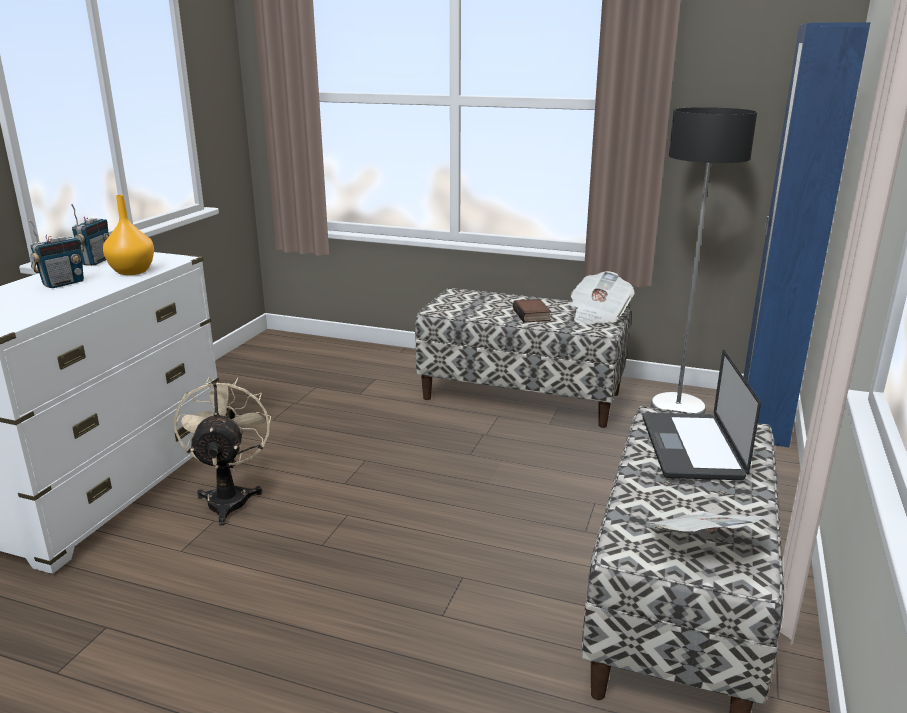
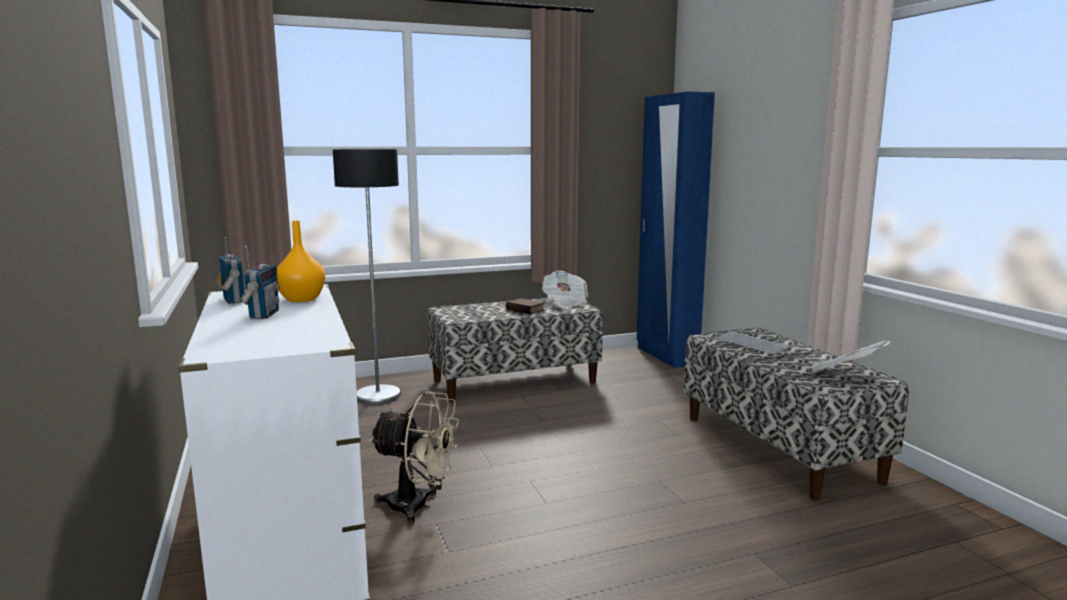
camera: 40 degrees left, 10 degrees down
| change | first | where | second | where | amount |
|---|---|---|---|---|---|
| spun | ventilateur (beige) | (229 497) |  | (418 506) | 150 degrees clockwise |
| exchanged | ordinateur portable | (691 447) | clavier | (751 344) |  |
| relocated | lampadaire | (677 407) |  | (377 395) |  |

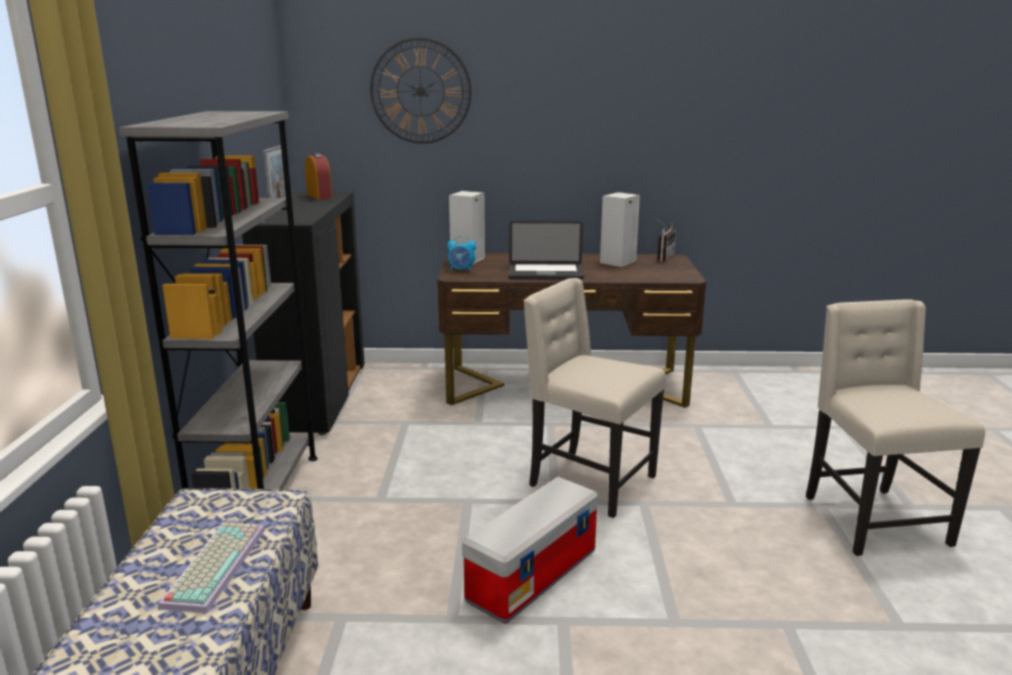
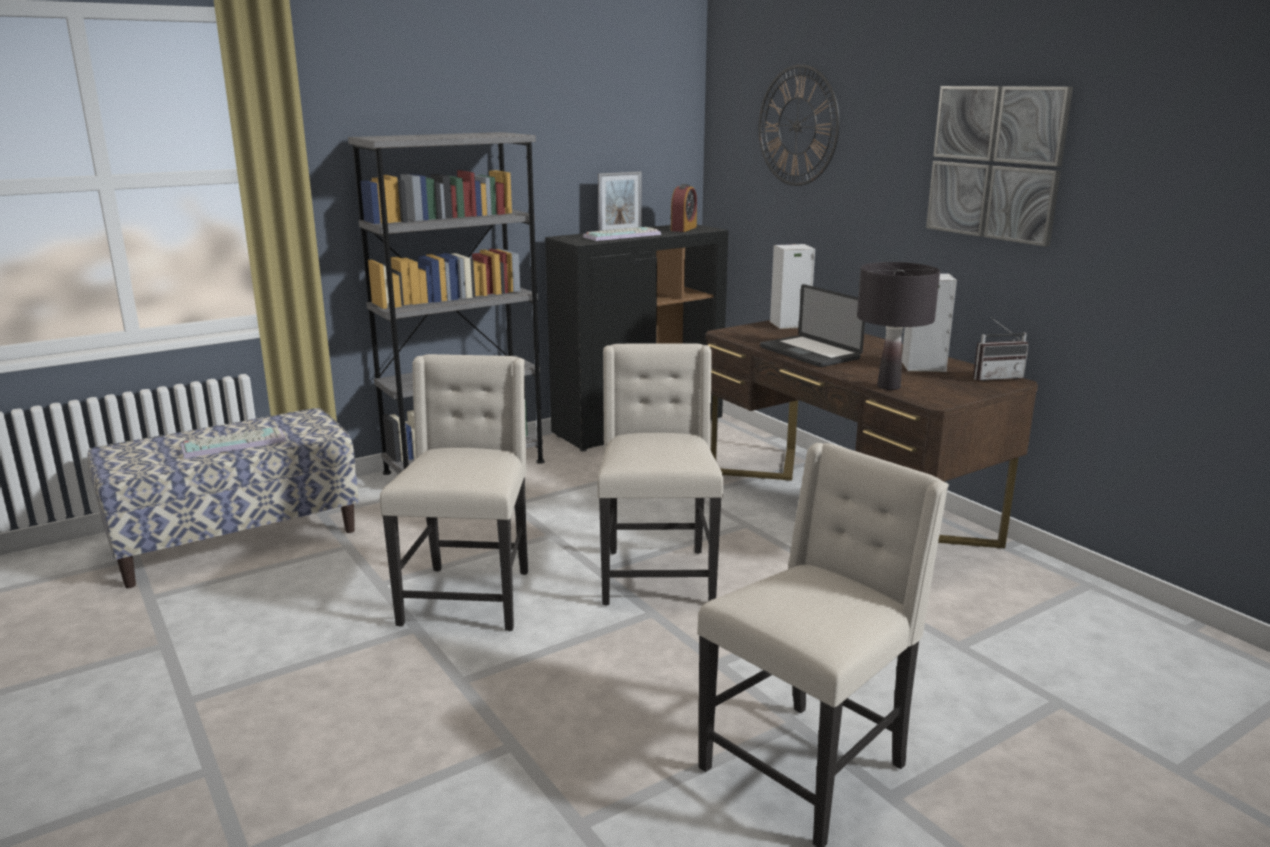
camera: 55 degrees right, 0 degrees up
| change | first | where | second | where | amount |
|---|---|---|---|---|---|
| missing | réveil | (461 270) |  |  |  |
| exchanged | boîte de rangement | (533 575) | chaise (beige) | (469 596) |  |
| appeared |  |  | clavier | (622 235) |  |
| appeared |  |  | lampe de table (noir) | (888 387) |  |
| appeared |  |  | tableau | (995 163) |  |

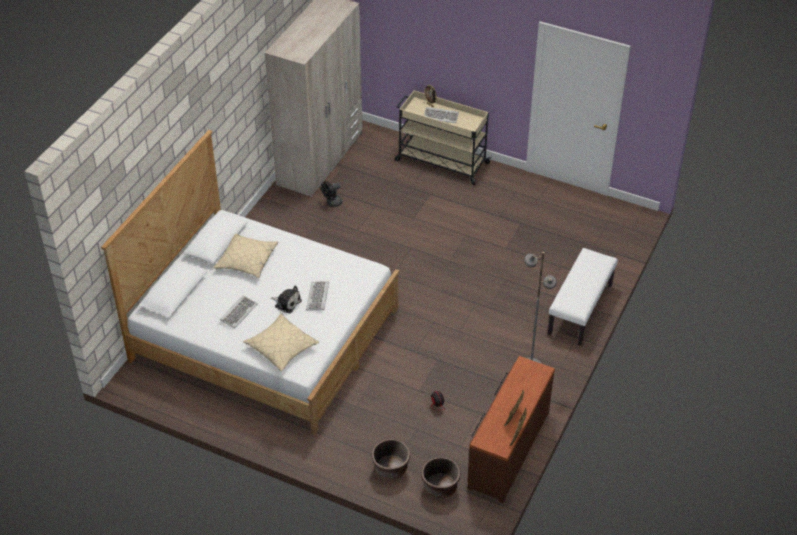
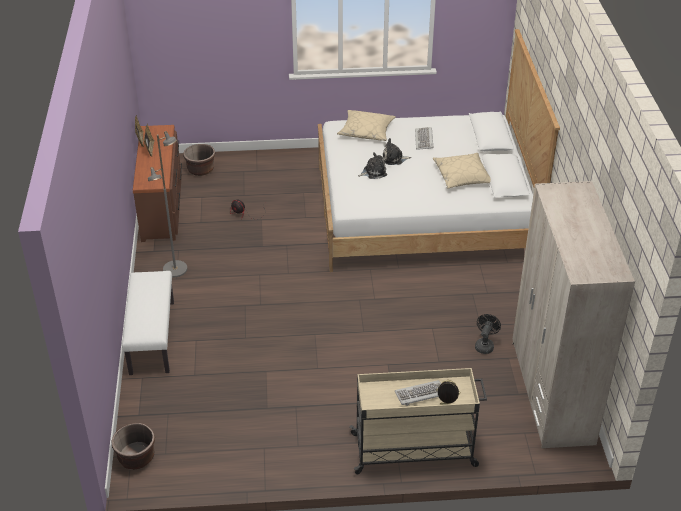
camera: 150 degrees right, 5 degrees down
| change | first | where | second | where | amount |
|---|---|---|---|---|---|
| exchanged | clavier | (318 297) | peluche | (373 172) |  |
| relocated | cache-pot (marron) | (390 469) |  | (136 457) |  |

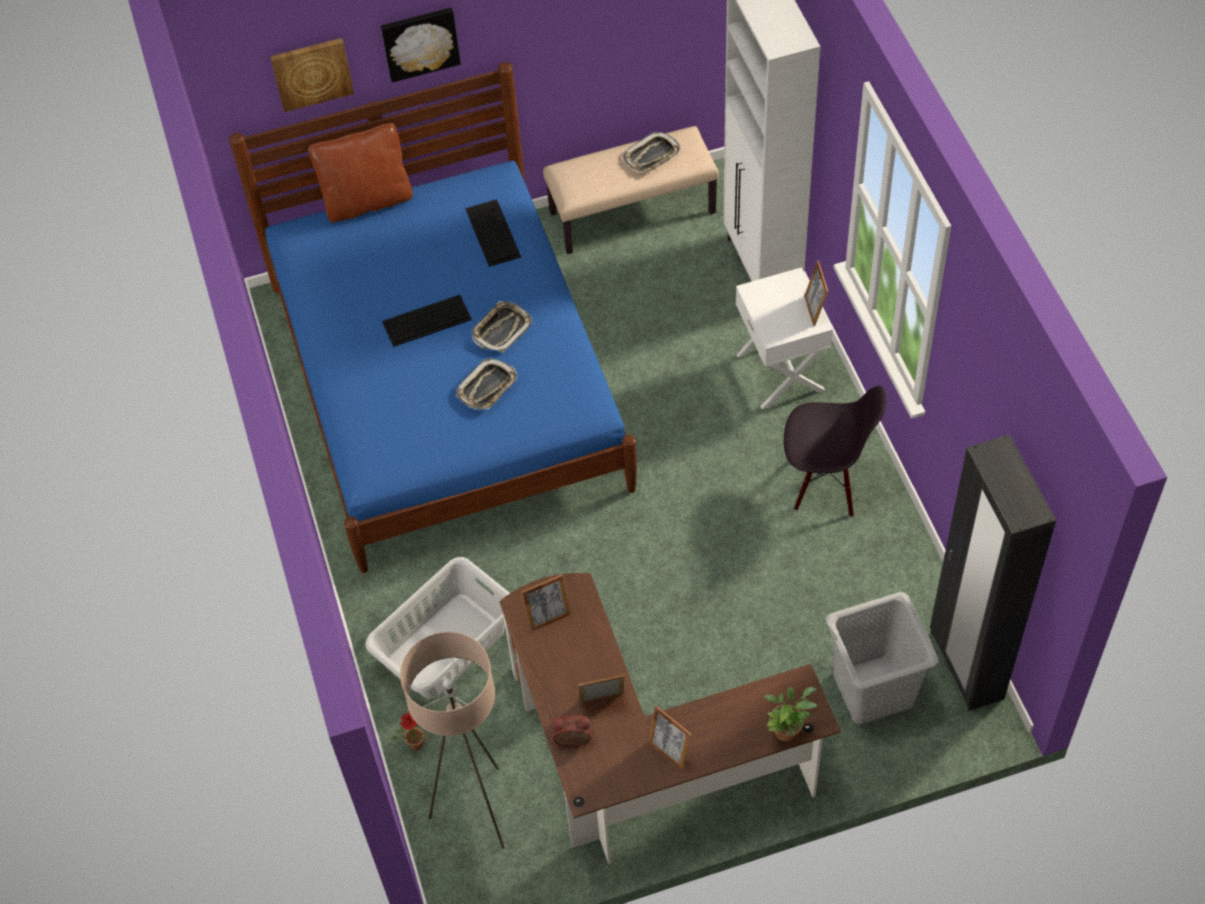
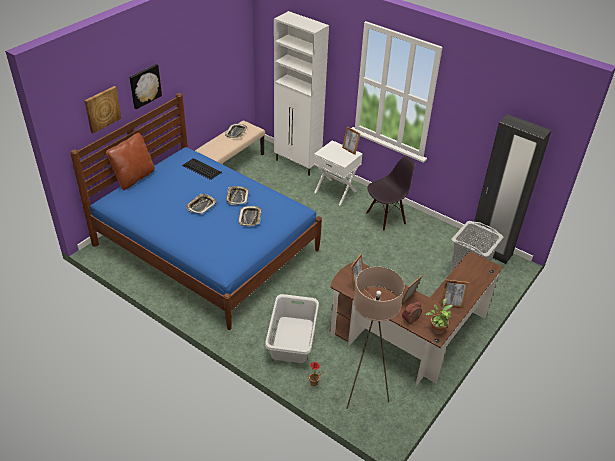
camera: 40 degrees left, 15 degrees down
| change | first | where | second | where | amount |
|---|---|---|---|---|---|
| exchanged | clavier | (427 320) | plateau | (201 206) |  |
| relocated | plante en pot | (787 728) |  | (437 328) |  |

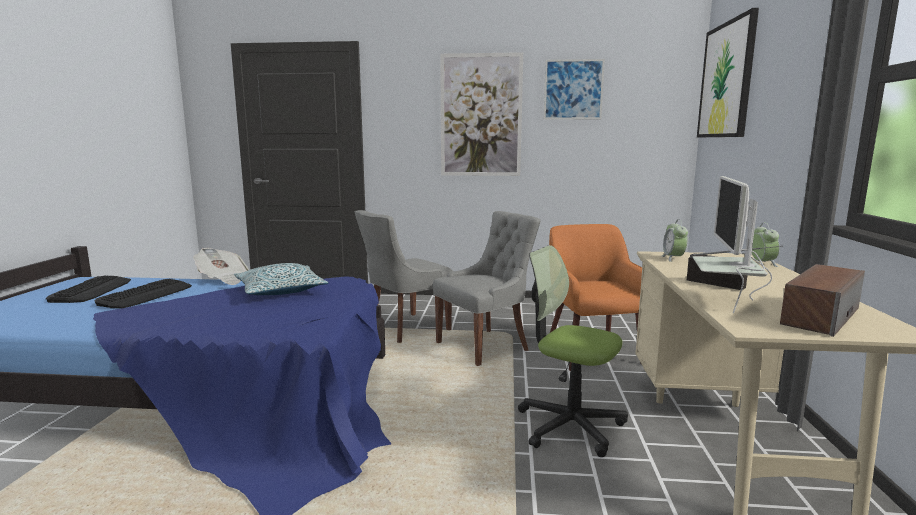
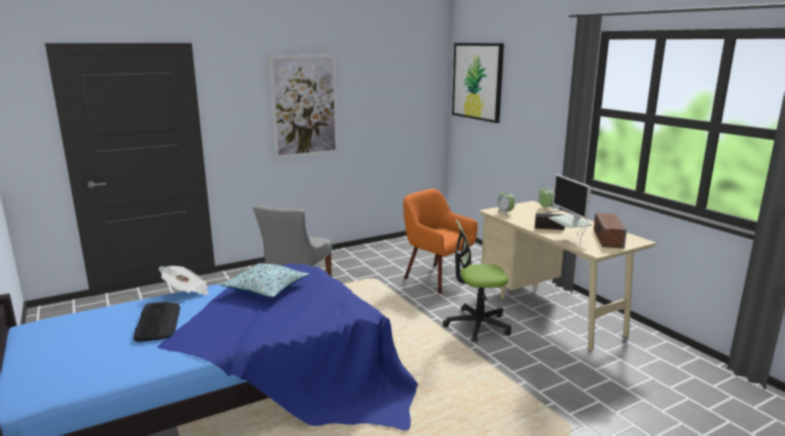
camera: 35 degrees left, 5 degrees up
| change | first | where | second | where | amount |
|---|---|---|---|---|---|
| missing | clavier | (92 290) |  |  |  |
| missing | chaise (gris) | (485 346) |  |  |  |
| missing | tableau | (573 89) |  |  |  |

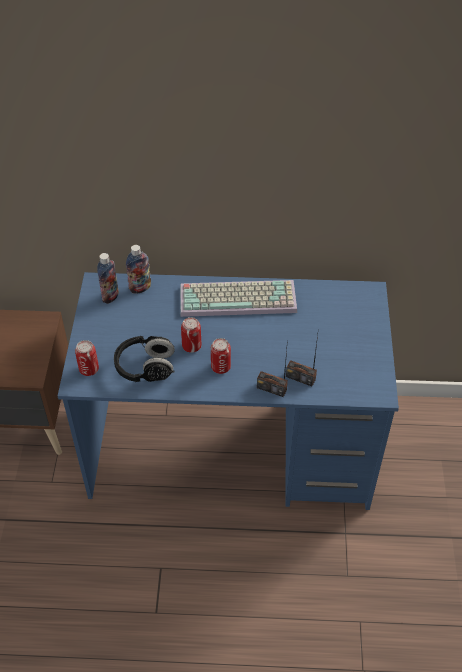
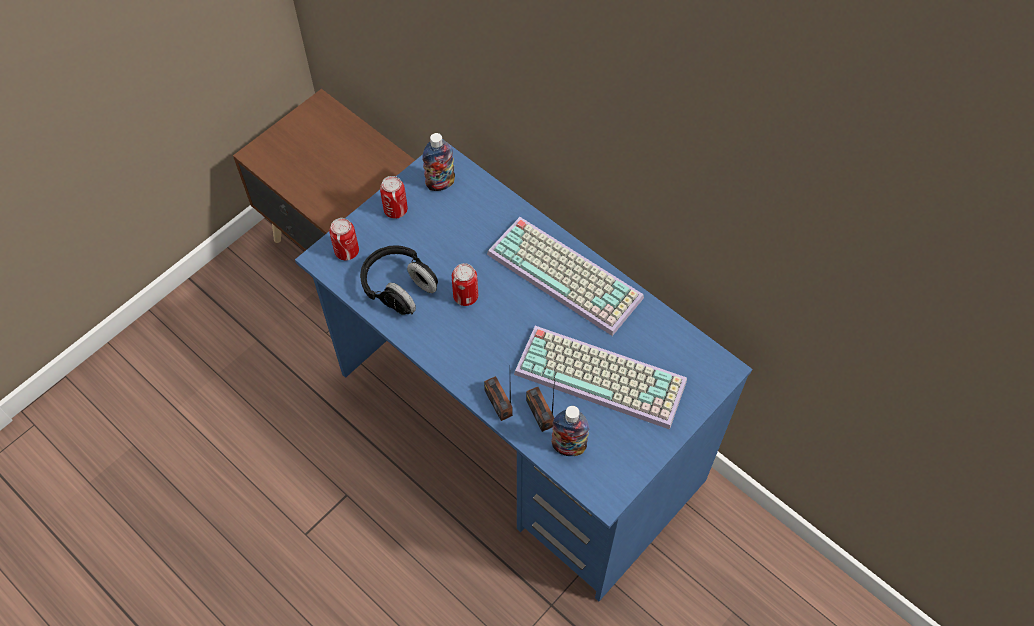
camera: 40 degrees right, 10 degrees up
| change | first | where | second | where | amount |
|---|---|---|---|---|---|
| relocated | bouteille | (140 288) |  | (568 447) |  |
| relocated | boîte métallique | (220 367) |  | (395 210) |  |
| appeared |  |  | clavier | (603 375) |  |

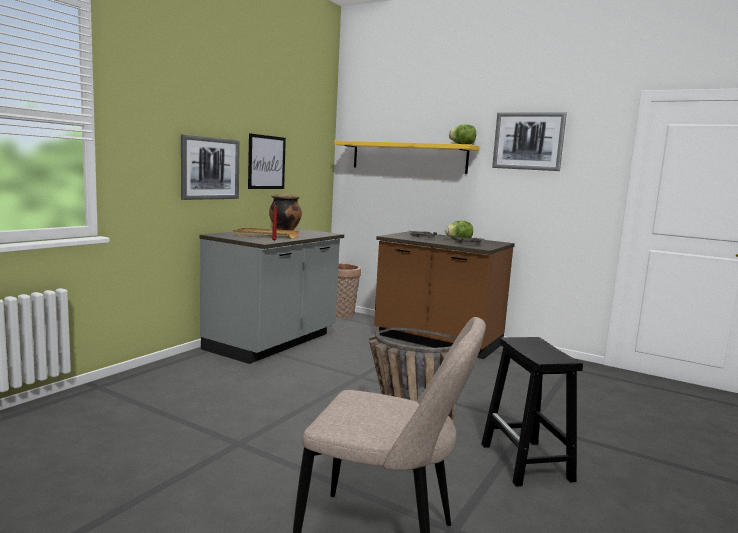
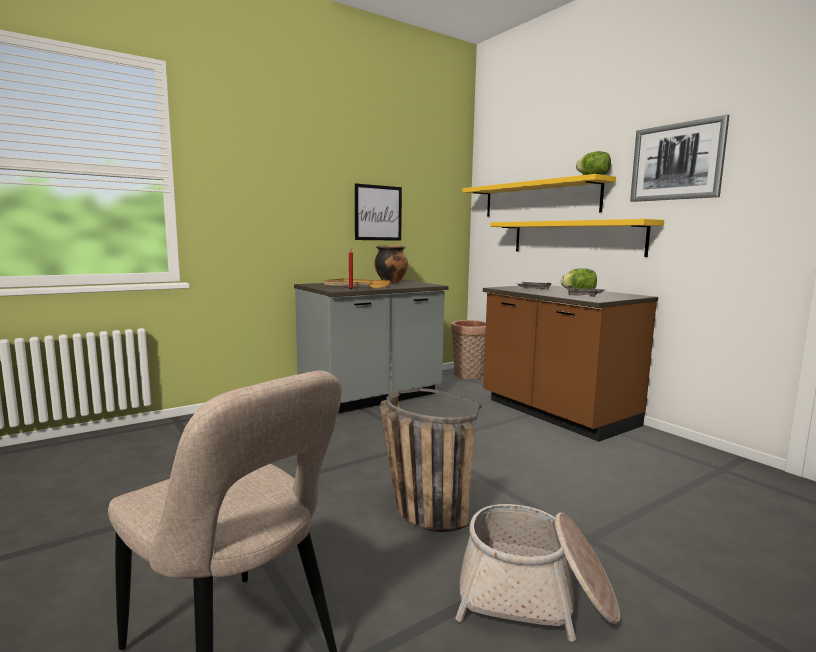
camera: 25 degrees right, 0 degrees up
| change | first | where | second | where | amount |
|---|---|---|---|---|---|
| missing | tableau | (210 168) |  |  |  |
| exchanged | tabouret (noir) | (527 463) | panier | (534 596) |  |
| appeared |  |  | étagère (jaune) | (575 237) |  |

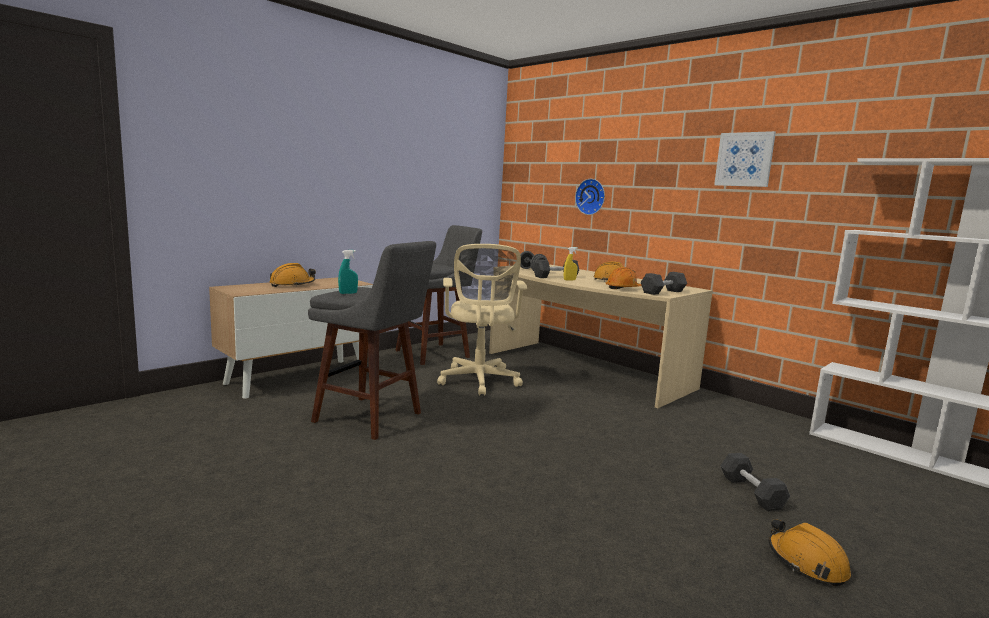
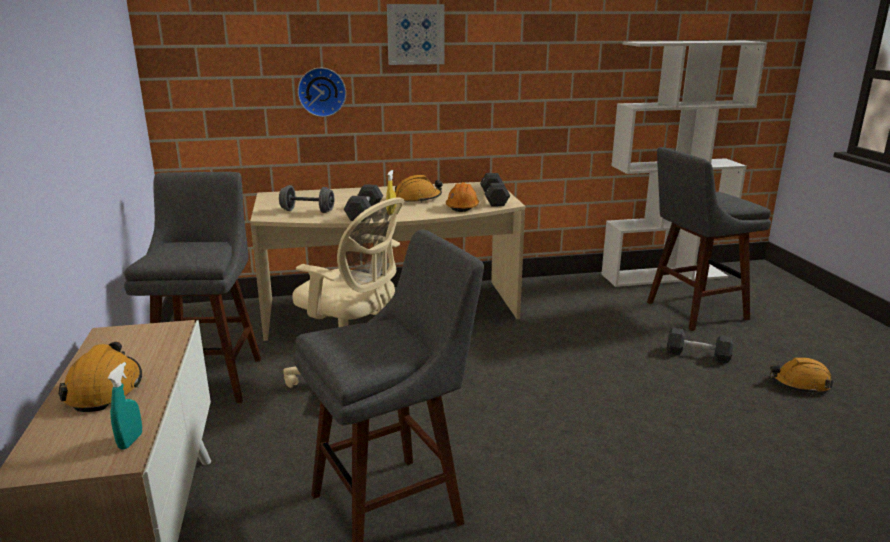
camera: 55 degrees left, 10 degrees up
| change | first | where | second | where | amount |
|---|---|---|---|---|---|
| relocated | vaporisateur (turquoise) | (348 293) |  | (130 441) |  |
| relocated | tableau | (744 159) |  | (415 34) |  |
| appeared |  |  | tabouret (gris) | (692 311) |  |

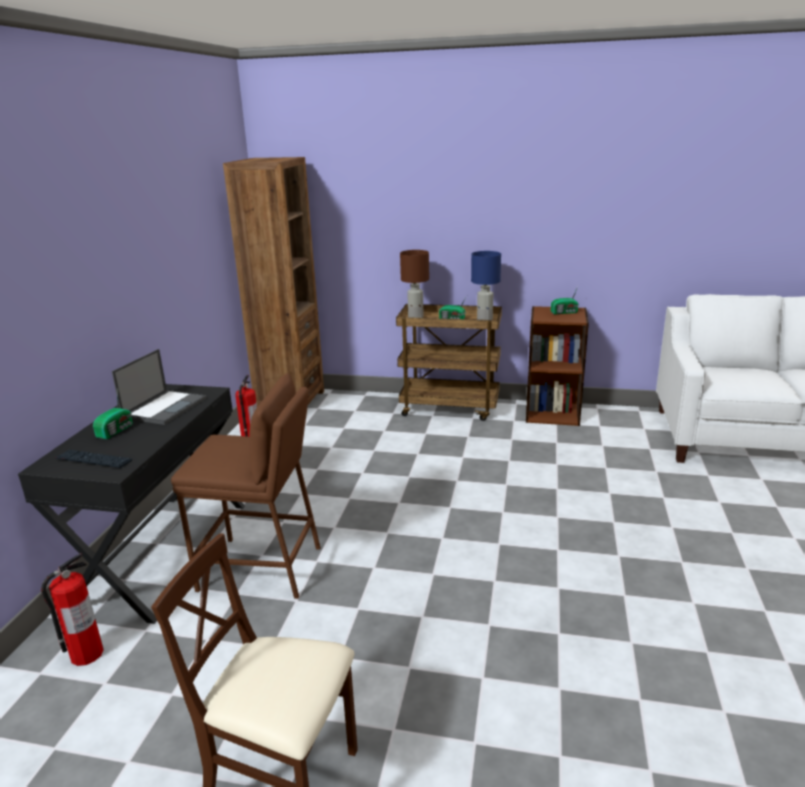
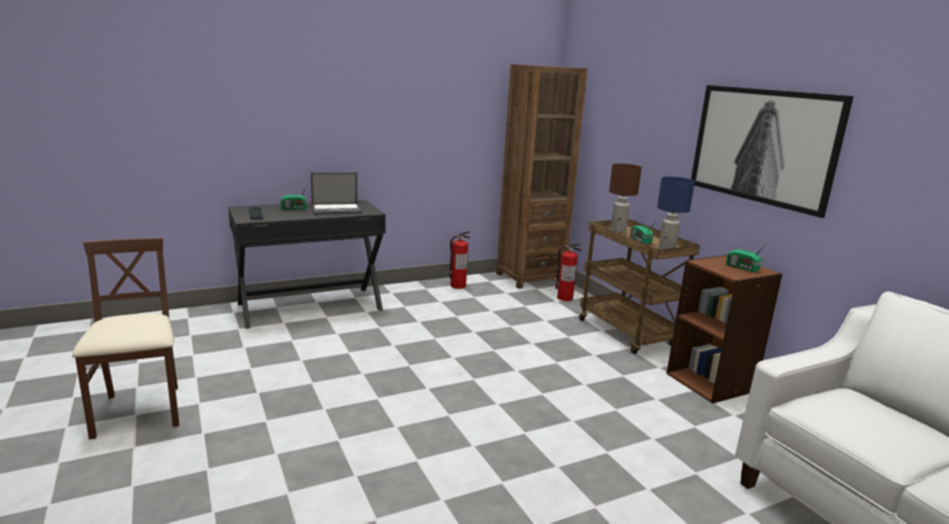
camera: 50 degrees right, 5 degrees down
| change | first | where | second | where | amount |
|---|---|---|---|---|---|
| relocated | extincteur | (86 654) |  | (564 298) |  |
| missing | tabouret (marron) | (261 568) |  |  |  |
| appeared |  |  | tableau | (763 146) |  |

